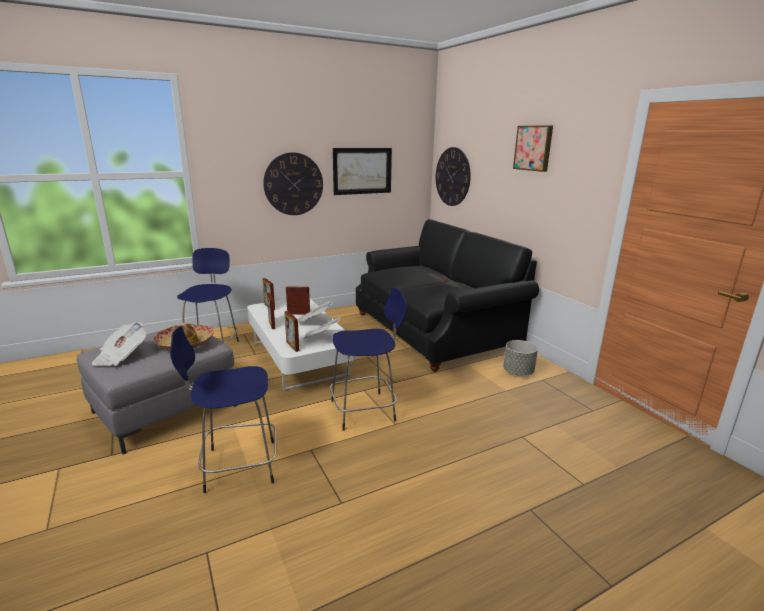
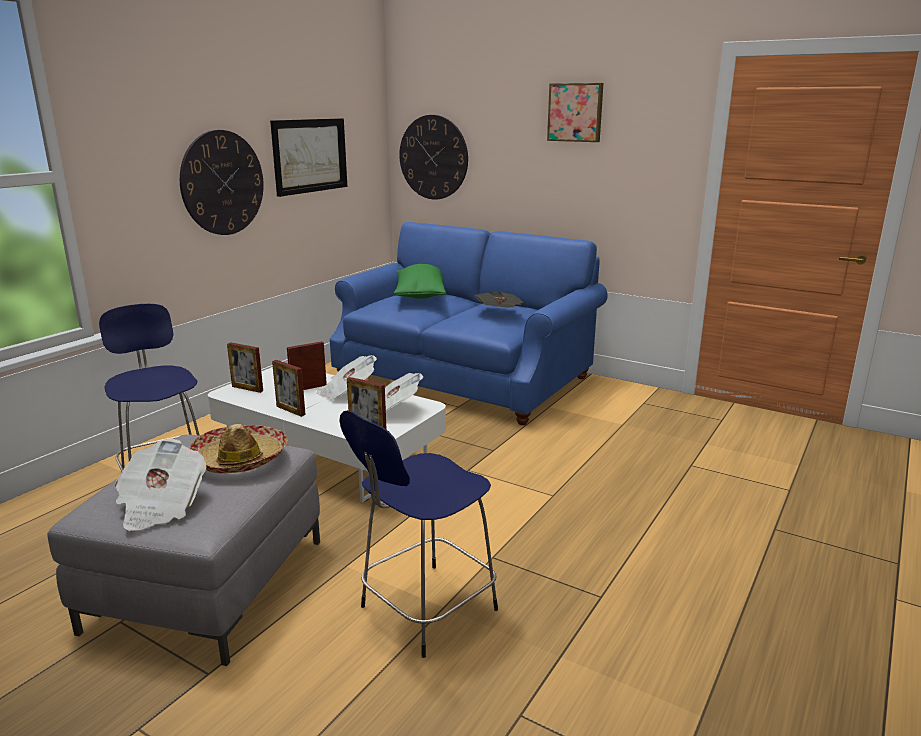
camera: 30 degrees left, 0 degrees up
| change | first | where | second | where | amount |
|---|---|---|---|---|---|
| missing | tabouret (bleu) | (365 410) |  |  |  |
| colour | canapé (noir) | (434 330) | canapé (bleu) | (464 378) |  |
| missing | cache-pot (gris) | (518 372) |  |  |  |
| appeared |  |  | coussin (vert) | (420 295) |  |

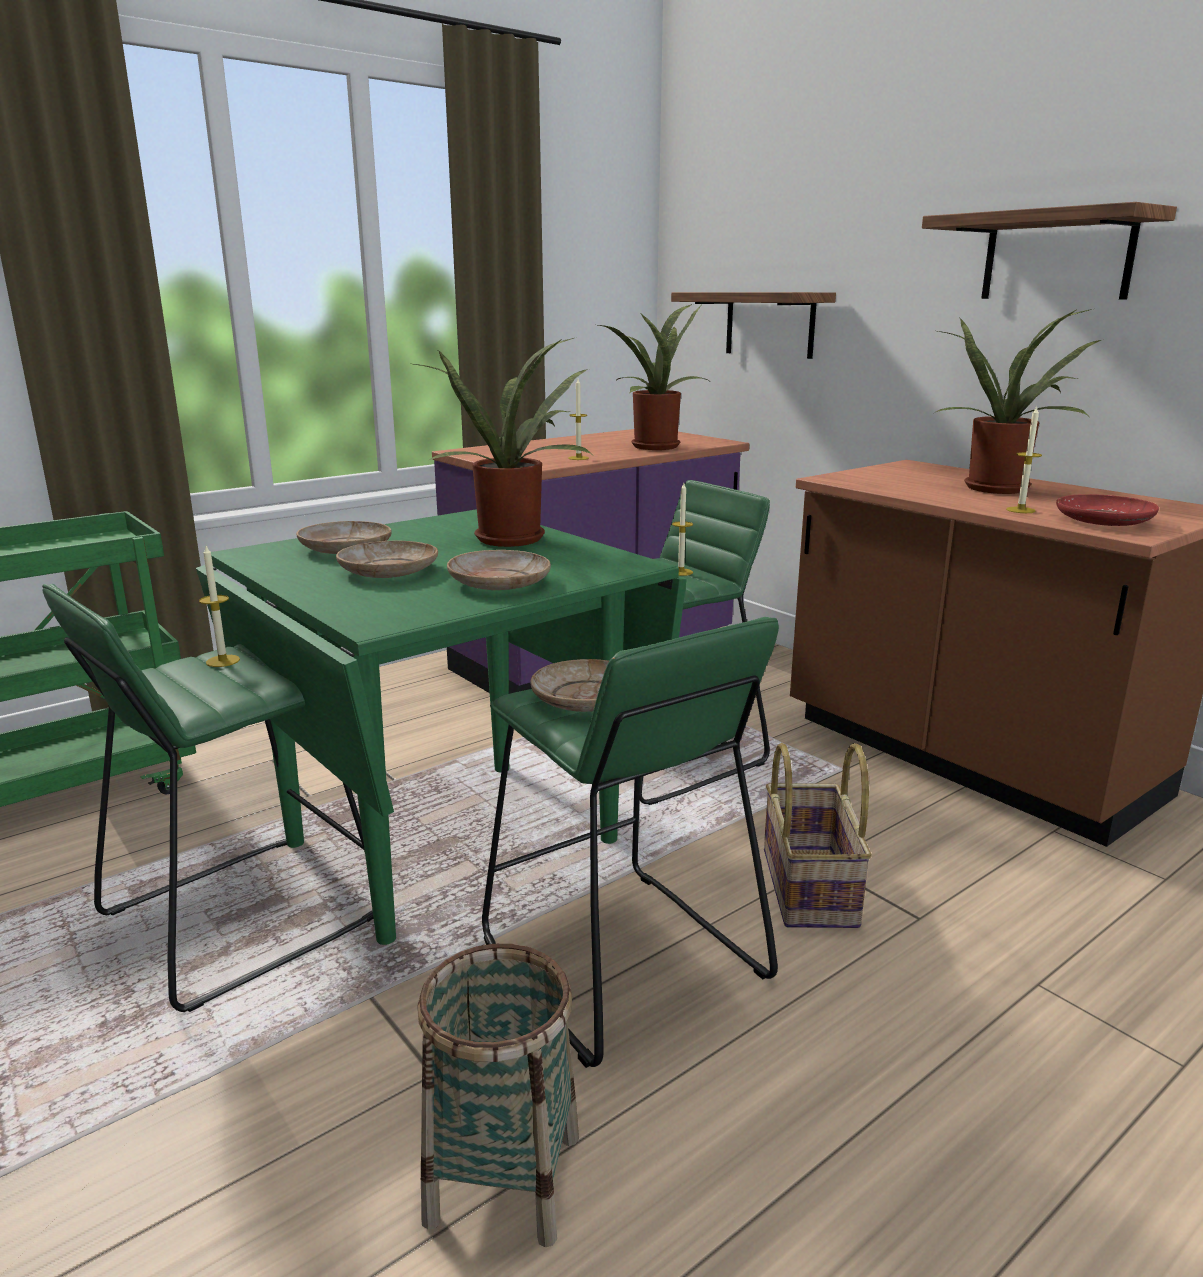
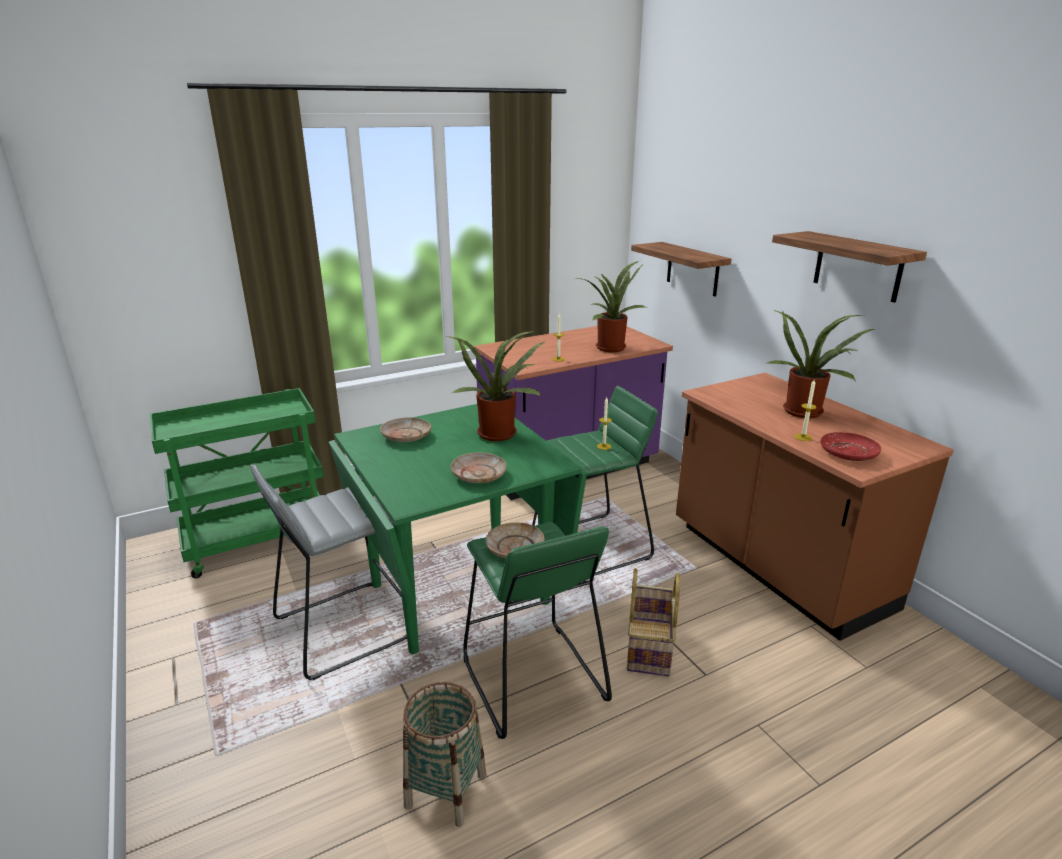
camera: 10 degrees right, 5 degrees up
| change | first | where | second | where | amount |
|---|---|---|---|---|---|
| colour | tabouret (vert) | (241 915) | tabouret (gris) | (344 627) |  |
| missing | bougie | (223 661) |  |  |  |
| missing | assiette (beige) | (388 571) |  |  |  |

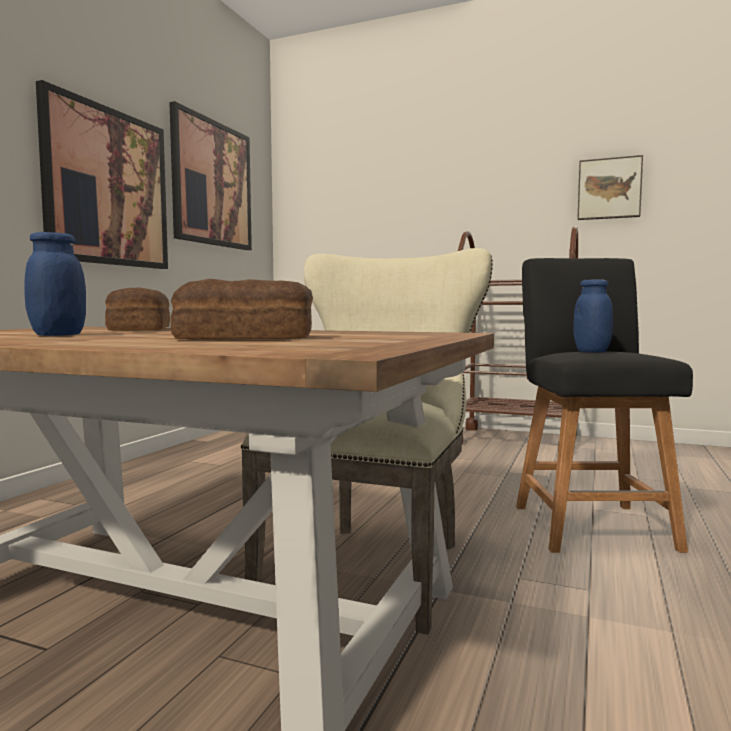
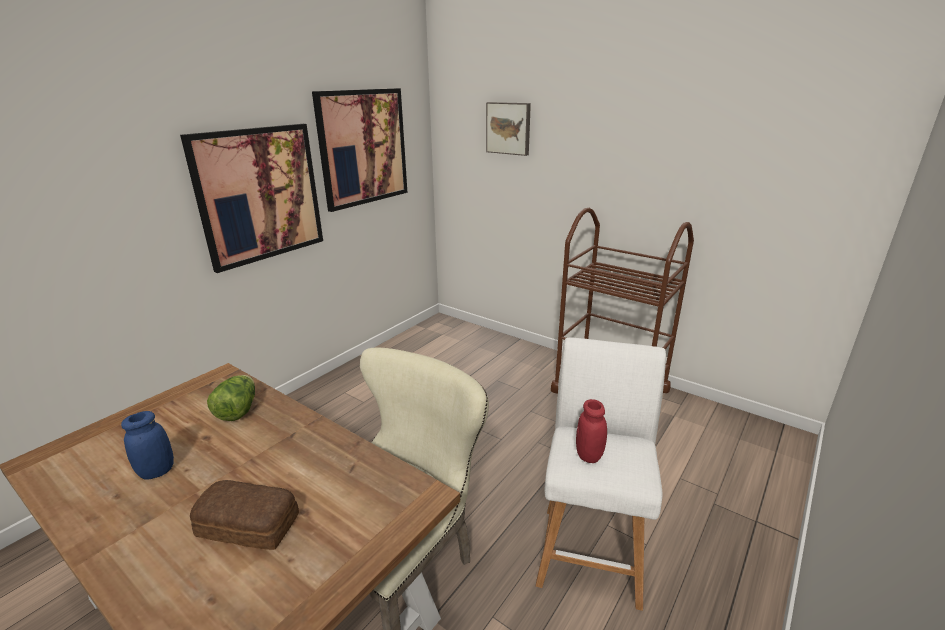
camera: 15 degrees right, 20 degrees up
| change | first | where | second | where | amount |
|---|---|---|---|---|---|
| exchanged | pain | (138 329) | laitue | (238 410) |  |
| colour | tabouret (noir) | (589 524) | tabouret (blanc) | (590 549) |  |
| colour | bocal (bleu) | (591 352) | bocal (rouge) | (589 455) |  |
| relocated | tableau | (609 189) |  | (509 128) |  |

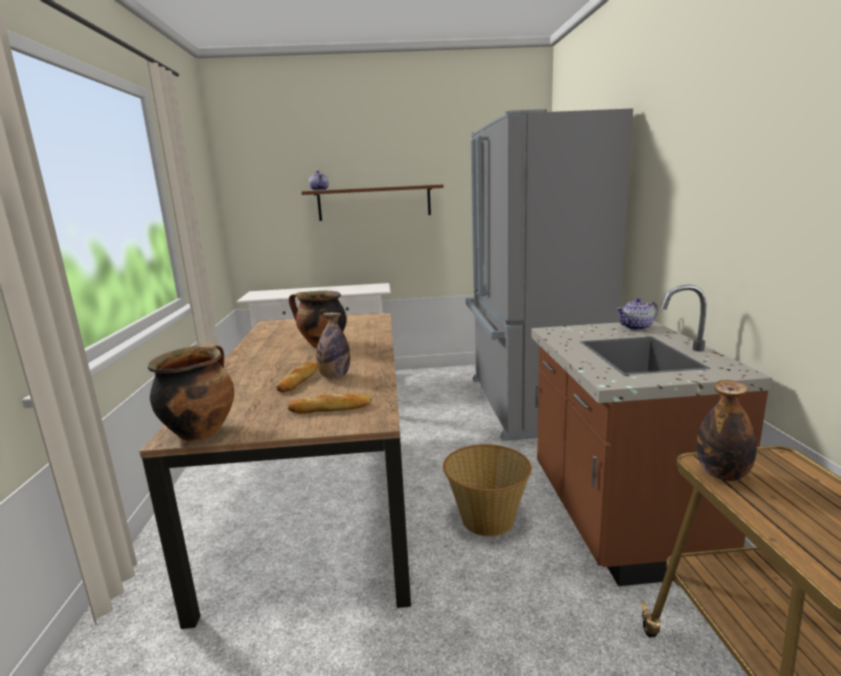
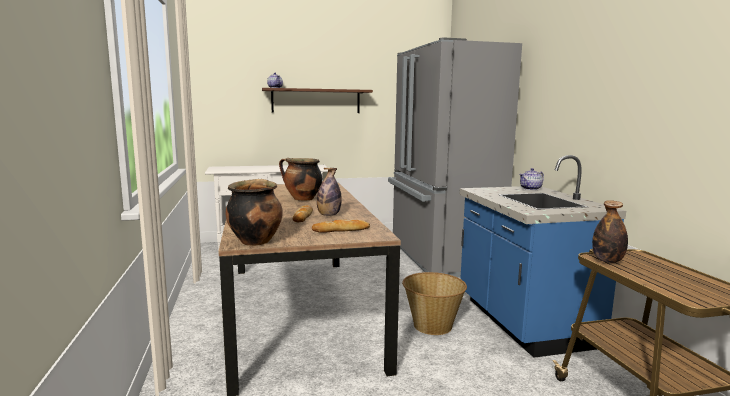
camera: 10 degrees left, 5 degrees down
| change | first | where | second | where | amount |
|---|---|---|---|---|---|
| colour | comptoir de cuisine (marron) | (618 518) | comptoir de cuisine (bleu) | (523 322) |  |

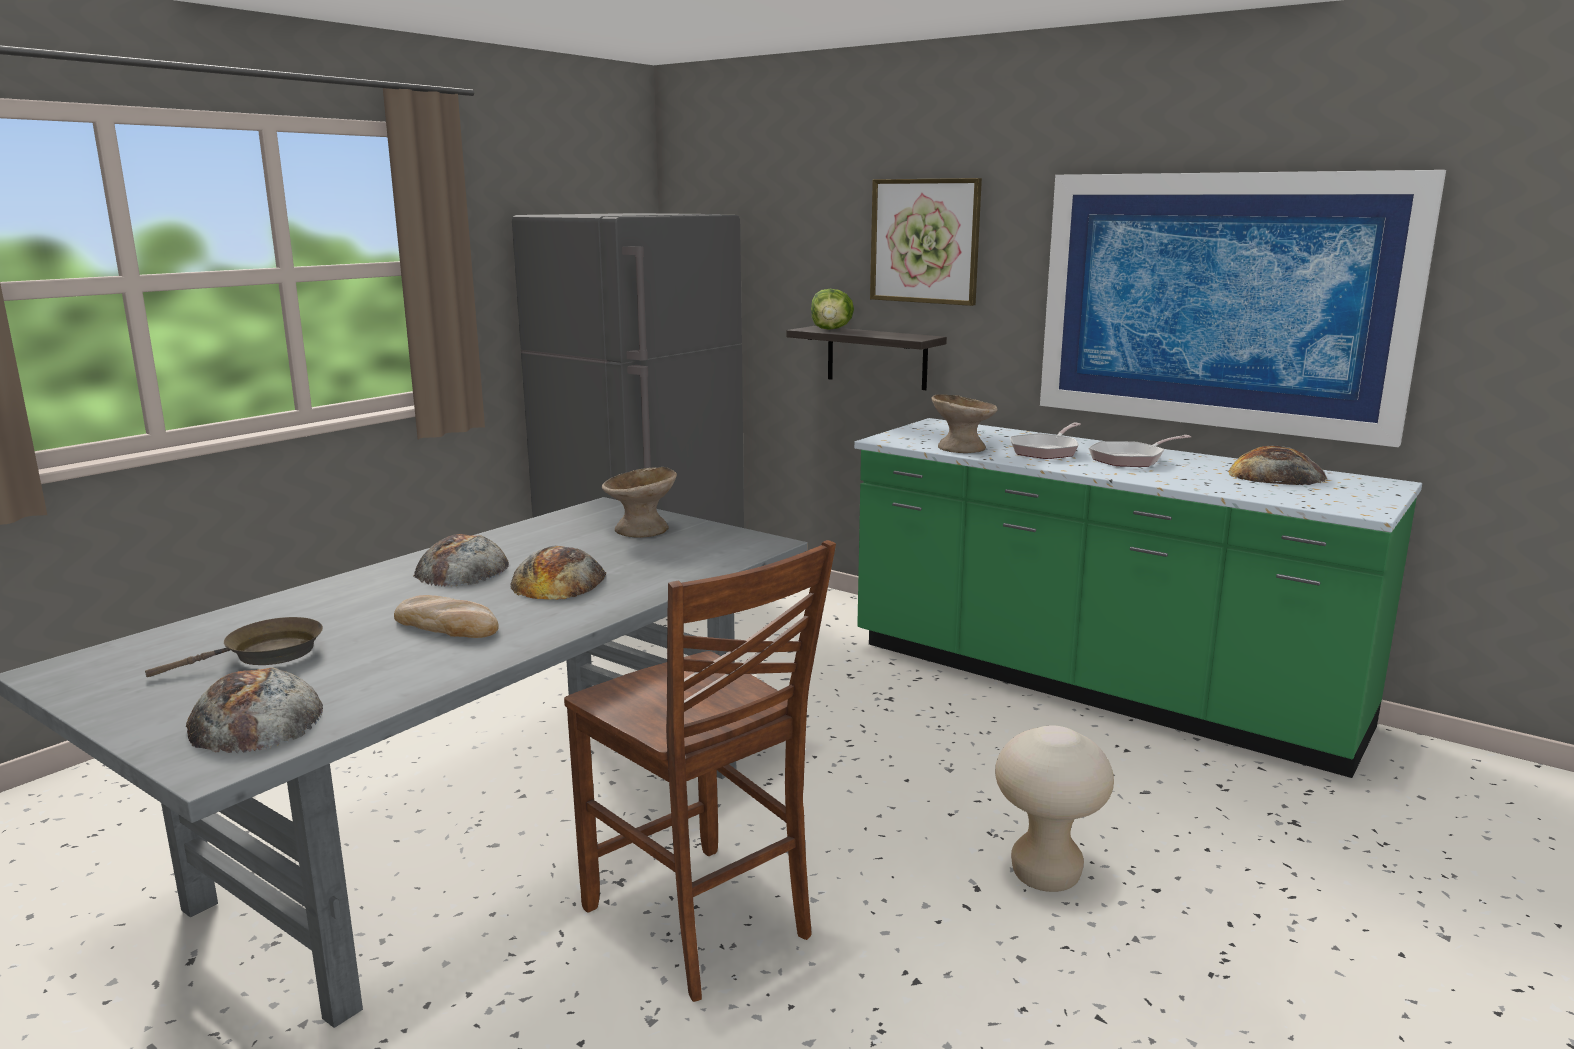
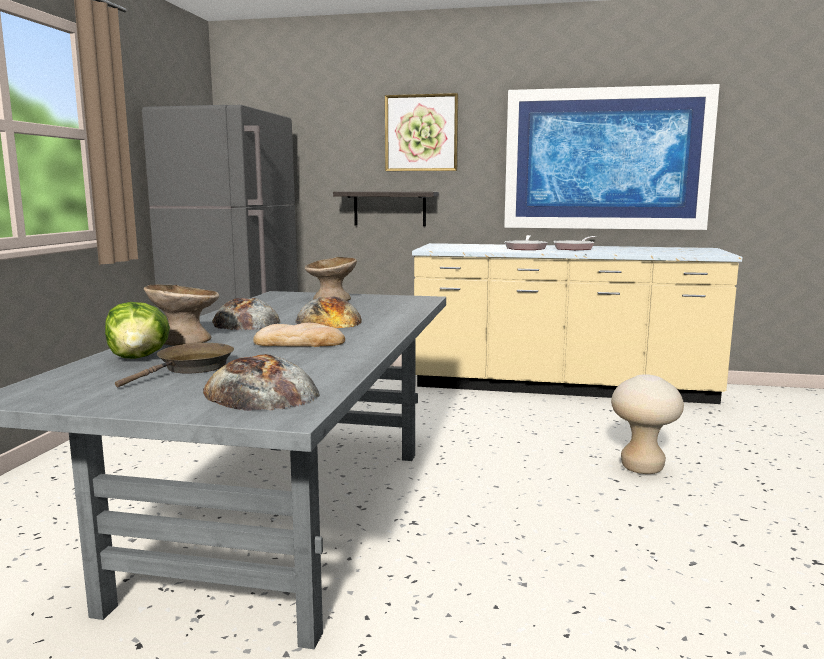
camera: 25 degrees left, 5 degrees down
| change | first | where | second | where | amount |
|---|---|---|---|---|---|
| missing | chaise (marron) | (700 923) |  |  |  |
| relocated | laitue | (831 329) |  | (139 357) |  |
| colour | comptoir de cuisine (vert) | (1095 687) | comptoir de cuisine (beige) | (562 387) |  |
| relocated | bol (beige) | (961 448) |  | (184 340) |  |
| missing | pain | (1276 475) |  |  |  |

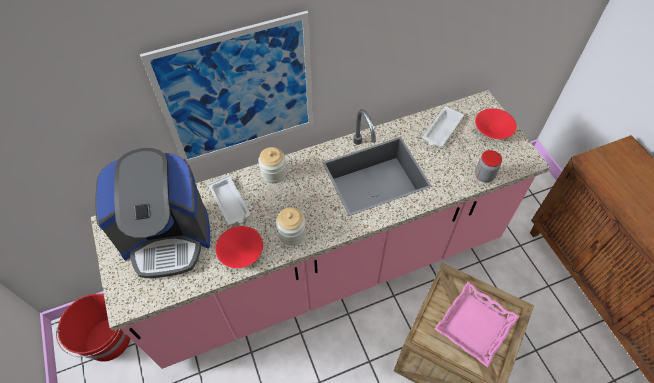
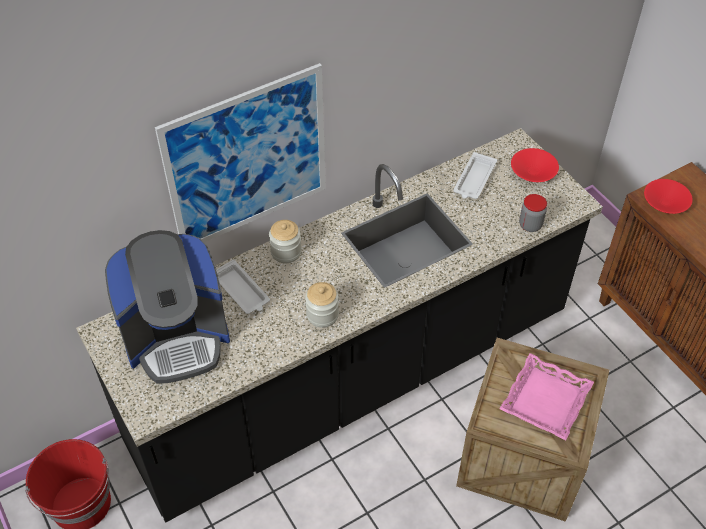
camera: 10 degrees left, 5 degrees down
| change | first | where | second | where | amount |
|---|---|---|---|---|---|
| colour | comptoir de cuisine (rose) | (328 270) | comptoir de cuisine (noir) | (353 380) |  |
| relocated | bol (rouge) | (241 251) |  | (665 202) |  |

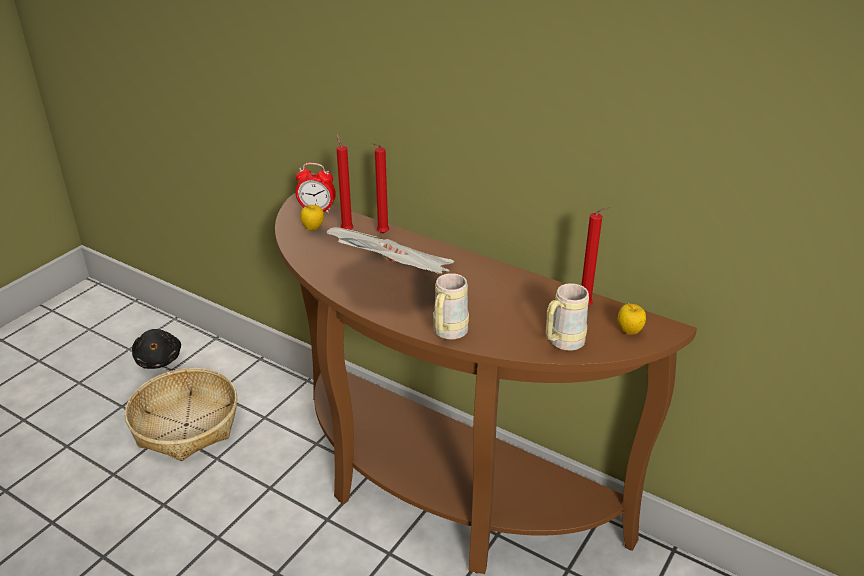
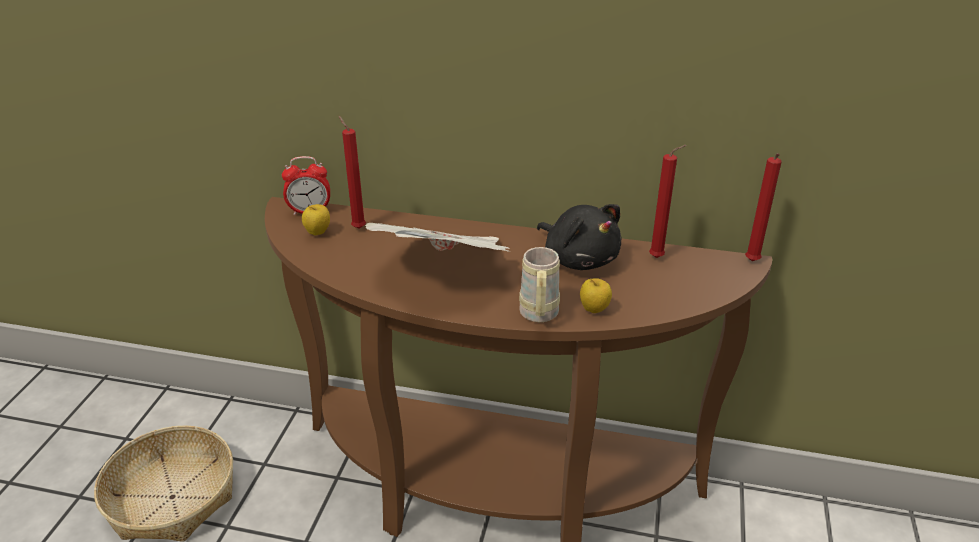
camera: 20 degrees left, 0 degrees up
| change | first | where | second | where | amount |
|---|---|---|---|---|---|
| relocated | peluche (noir) | (159 360) |  | (578 259) |  |
| relocated | bougie (rouge) | (381 234) |  | (751 262) |  |
| missing | mug (beige) | (561 344) |  |  |  |
| relocated | pomme | (629 332) |  | (594 310) |  |

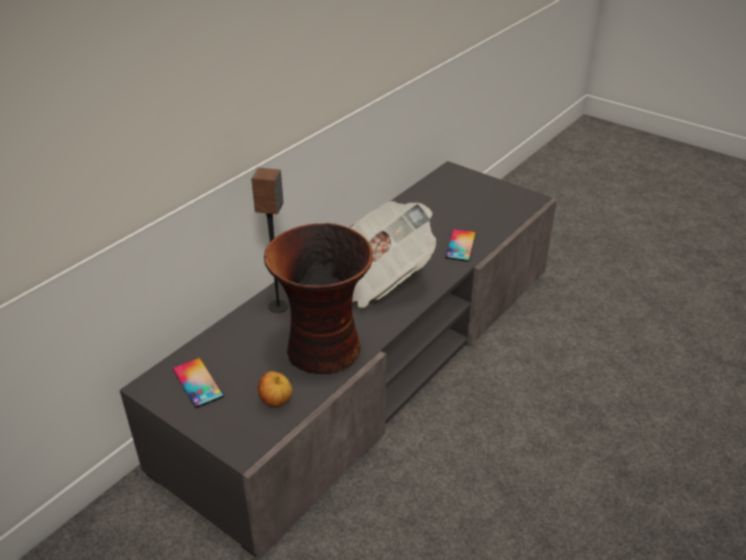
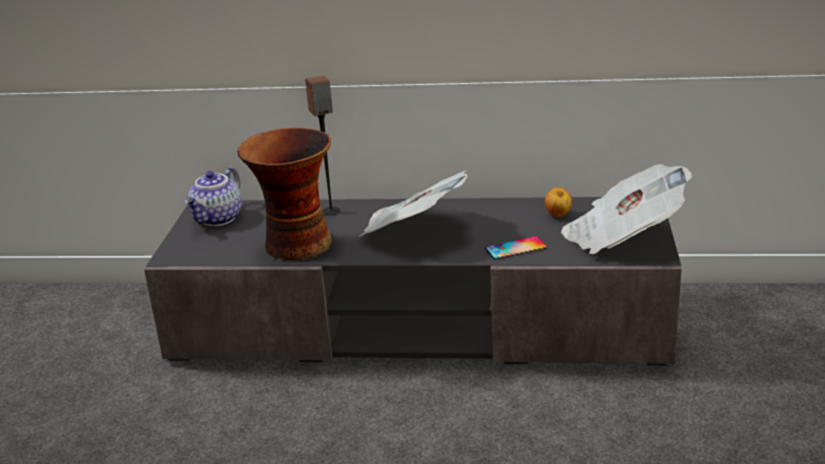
camera: 60 degrees right, 10 degrees down
| change | first | where | second | where | amount |
|---|---|---|---|---|---|
| exchanged | téléphone | (198 383) | théière | (218 219) |  |
| relocated | pomme | (276 402) |  | (558 215) |  |
| appeared |  |  | journal | (623 237) |  |

